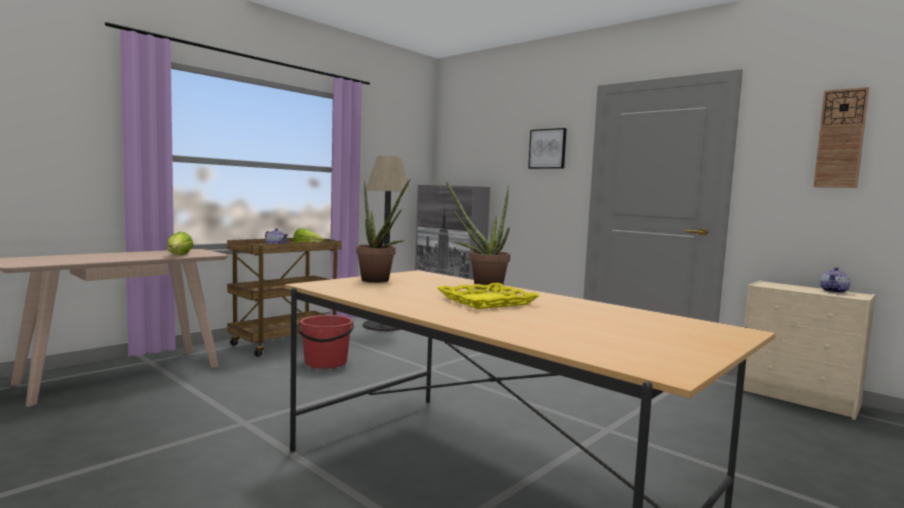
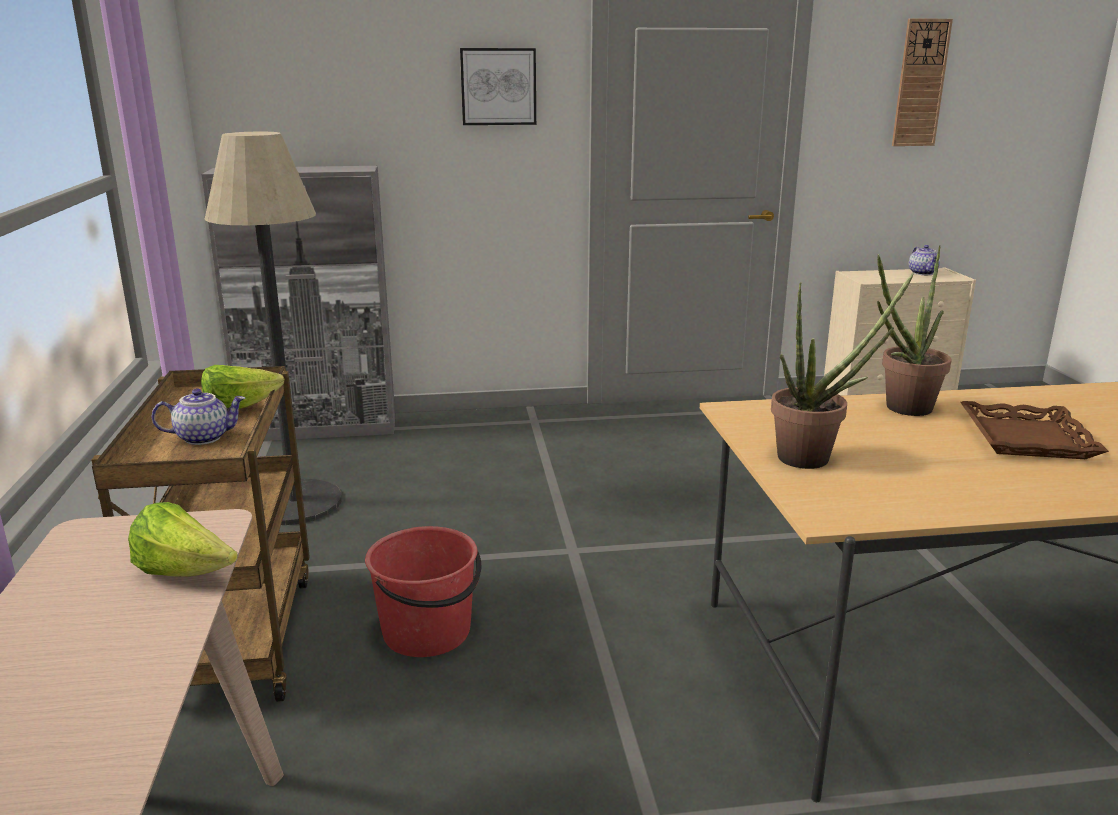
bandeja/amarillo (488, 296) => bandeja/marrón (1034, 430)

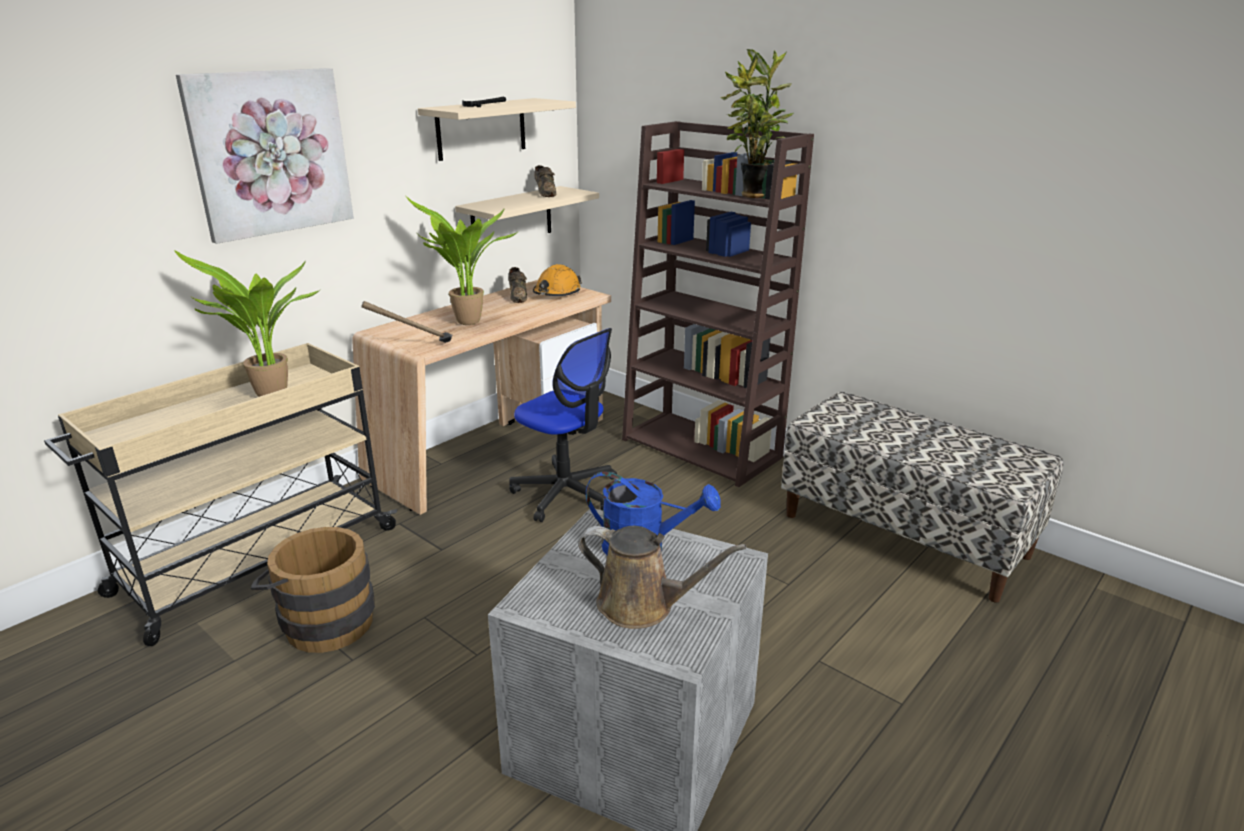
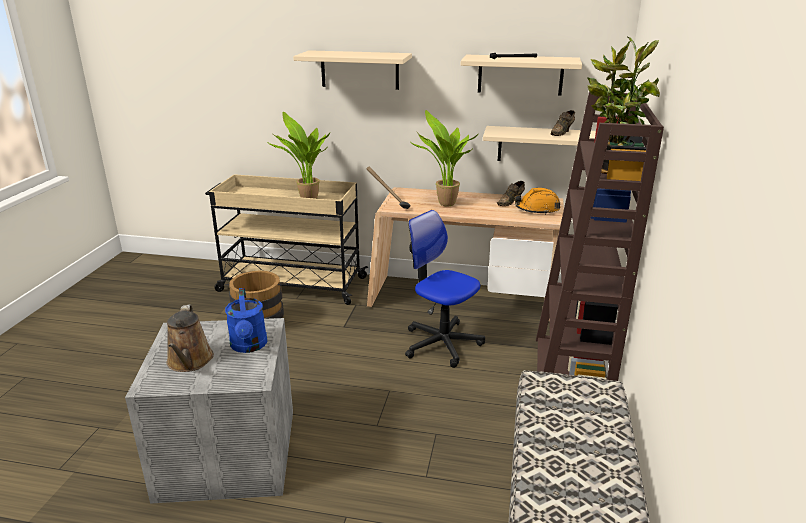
cuadro (265, 156) => estante/beis (352, 70)
silla de oficina (563, 425) => silla de oficina (445, 289), 120 degrees clockwise

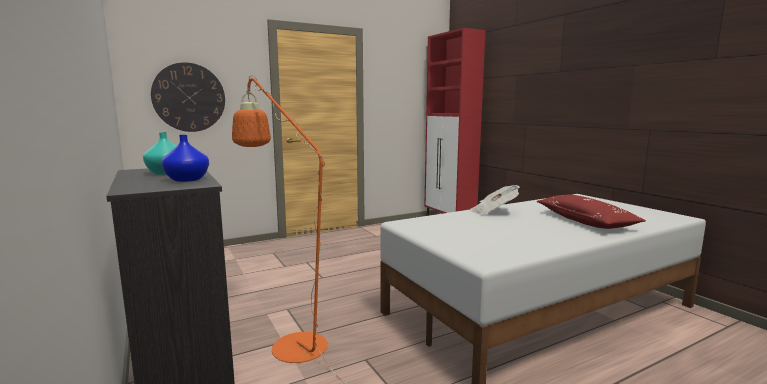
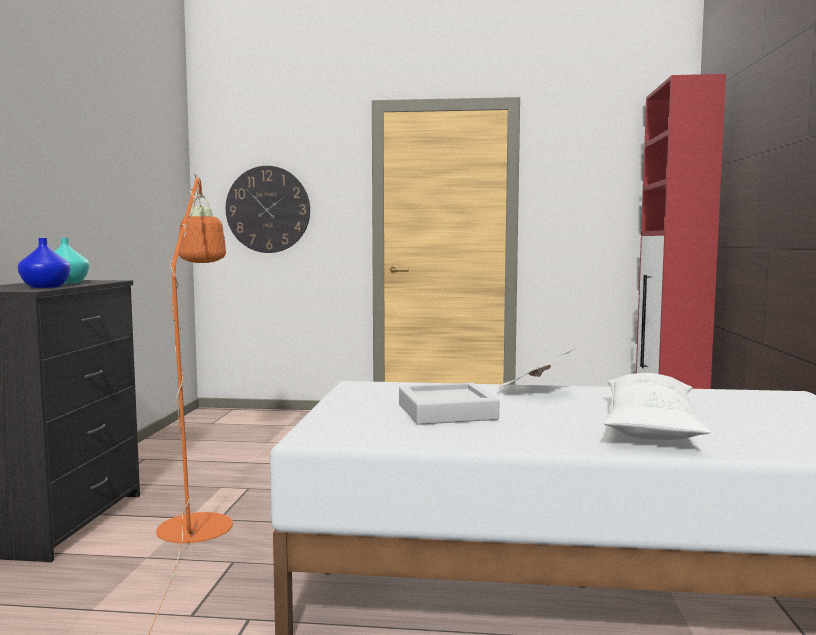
cojín/rojo (591, 212) => cojín/blanco (657, 406)
nothing => bandeja/gris (449, 404)

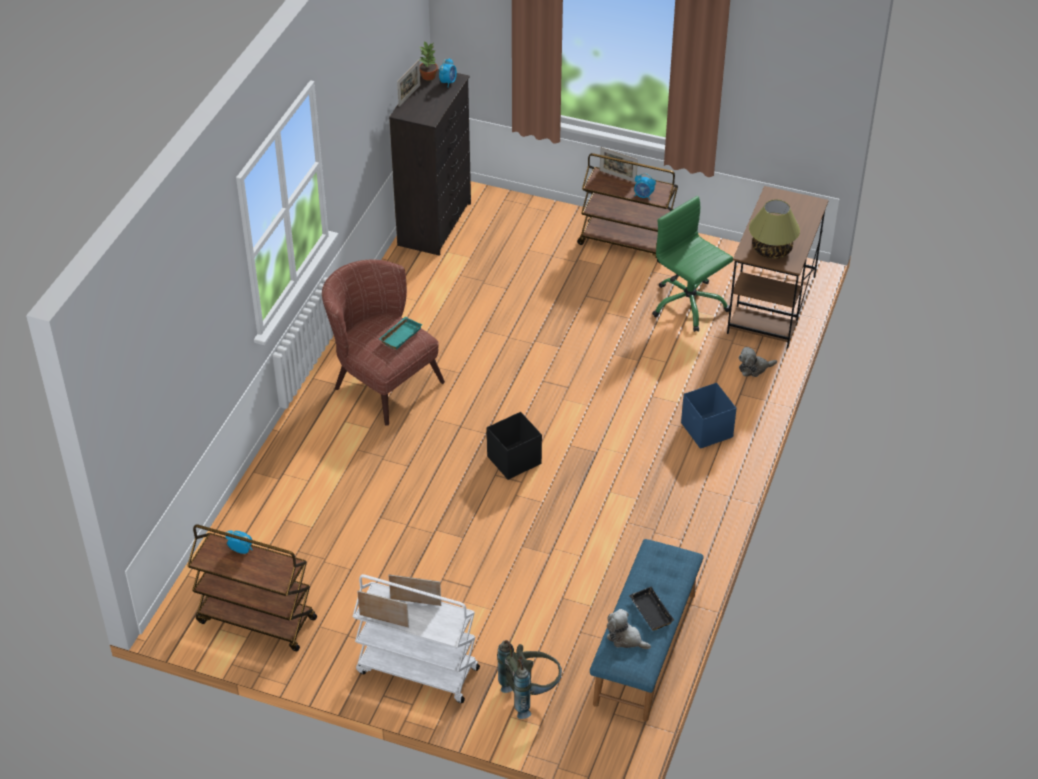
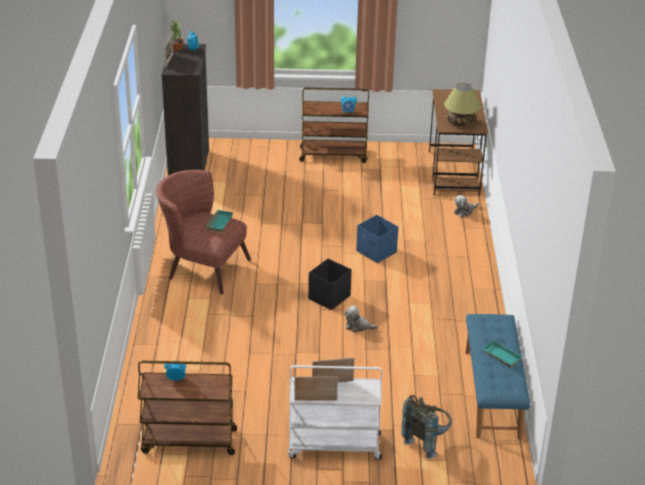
portarretratos (619, 165) => nothing
silla de oficina/verde (692, 264) => nothing
caja de almacenaje/azul (709, 416) => caja de almacenaje/azul (377, 239), relocated
bandeja/negro (651, 609) => bandeja/turquesa (502, 353)
peluche (629, 629) => peluche (361, 318), relocated

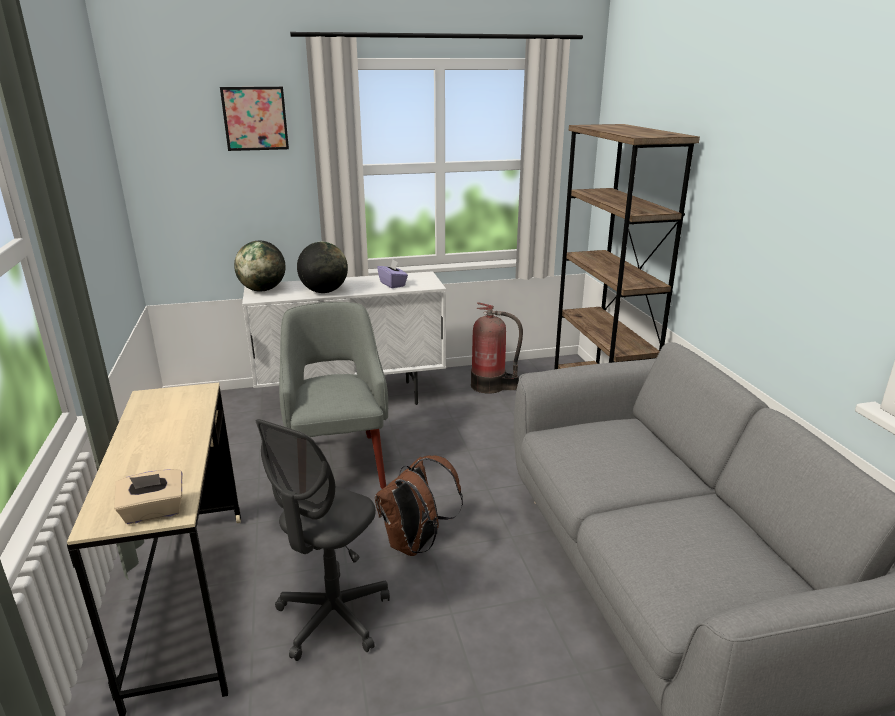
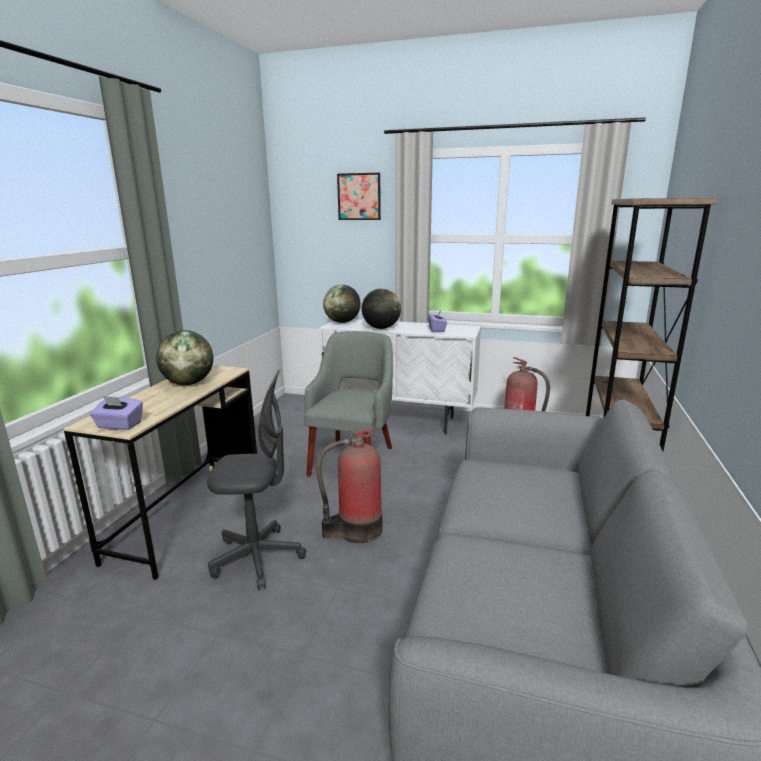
silla de oficina/gris (323, 540) => silla de oficina/gris (256, 480), 150 degrees counterclockwise
mochila/marrón (419, 505) => extintor (349, 485)
caja de pañuelos/beis (148, 496) => caja de pañuelos/morado (116, 413)
nothing => globo terráqueo (184, 357)

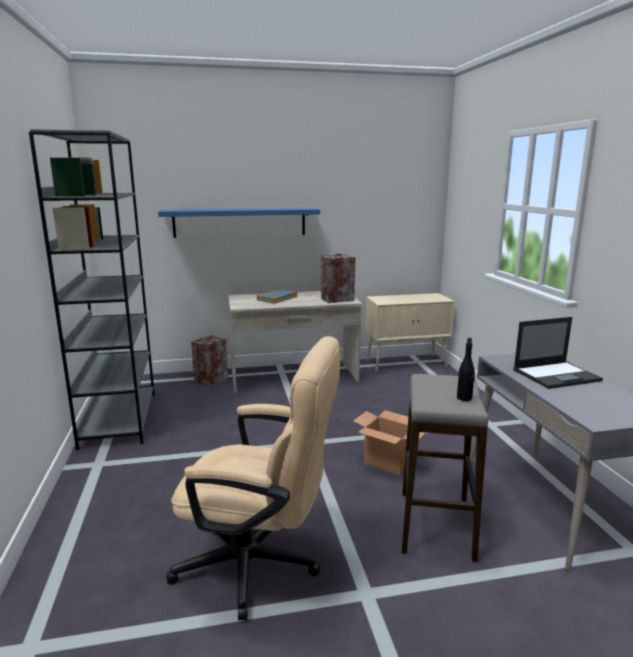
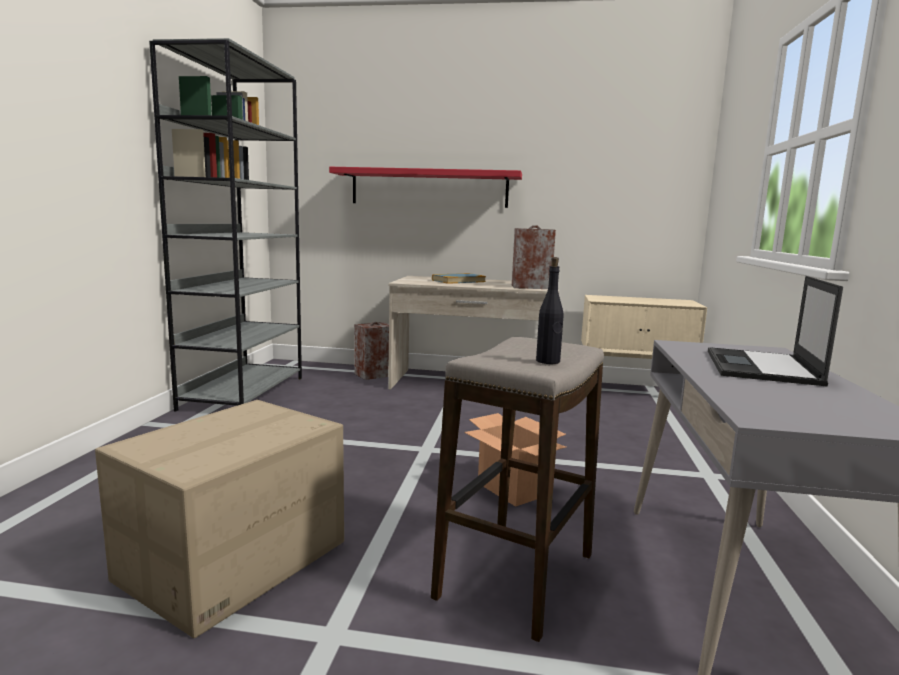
estante/azul (239, 223) => estante/rojo (425, 187)
portátil (558, 353) => portátil (775, 331), 105 degrees clockwise
silla de oficina/beis (253, 478) => caja de cartón (219, 519)

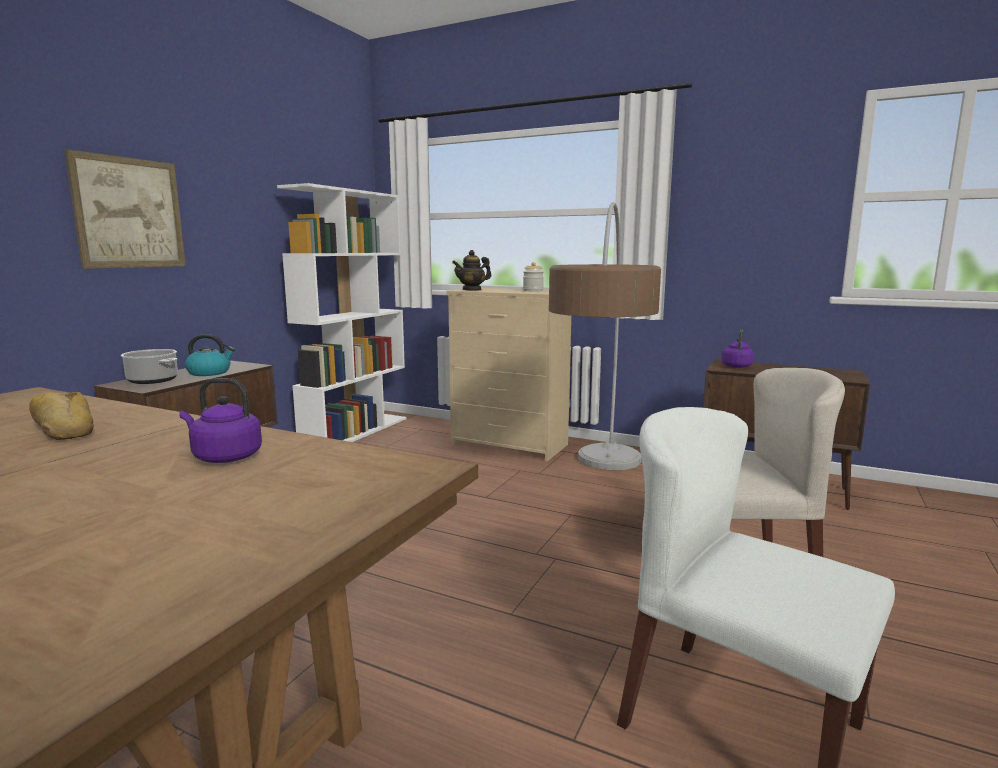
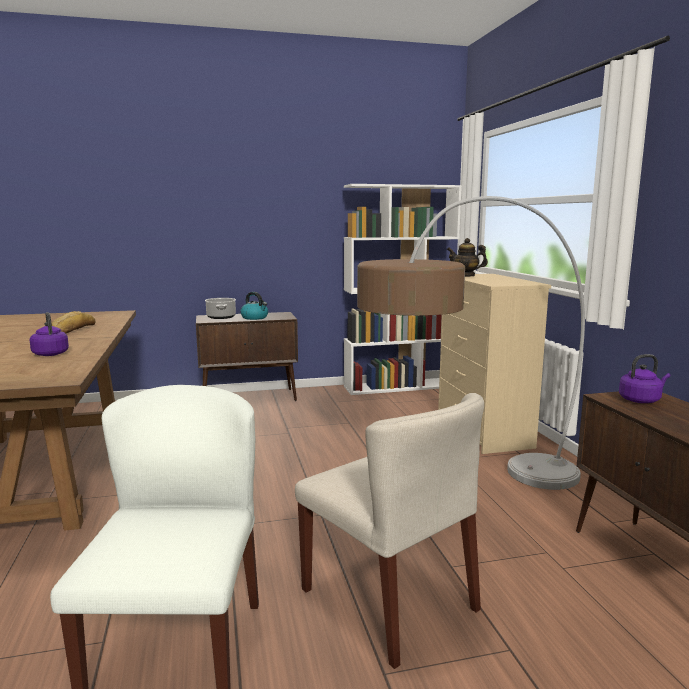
cuadro (125, 209) => nothing
tarro (533, 276) => nothing

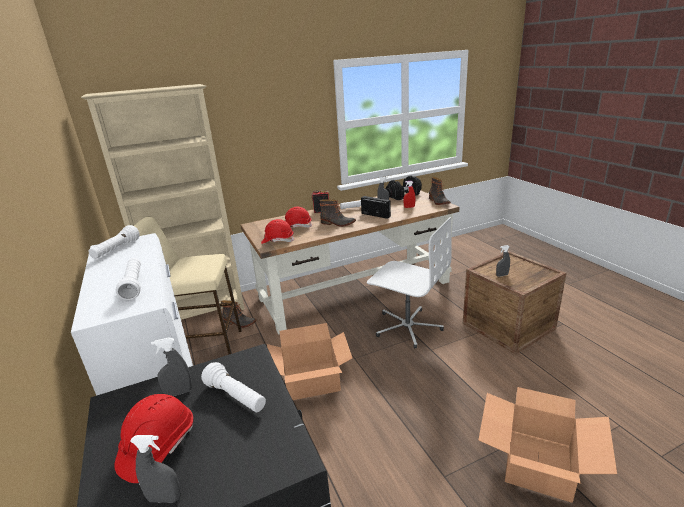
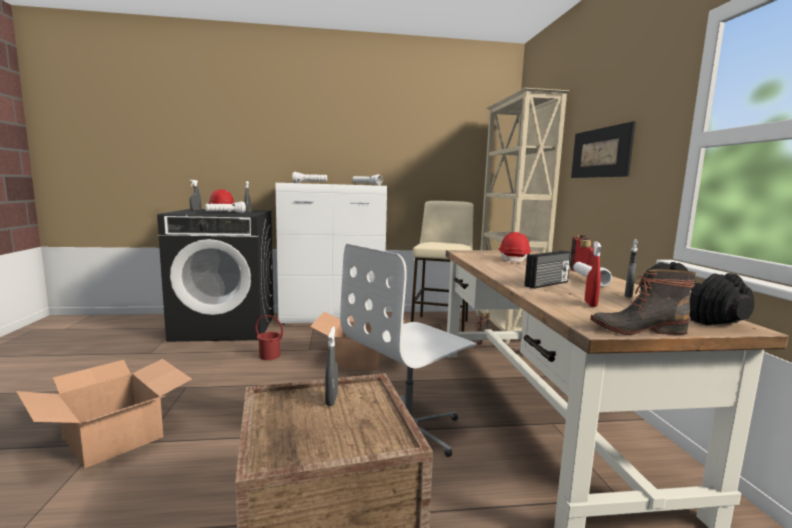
bota (338, 213) => nothing
casco/rojo (278, 231) => nothing
nothing => cuadro (603, 149)
nothing => cubo/rojo (269, 337)

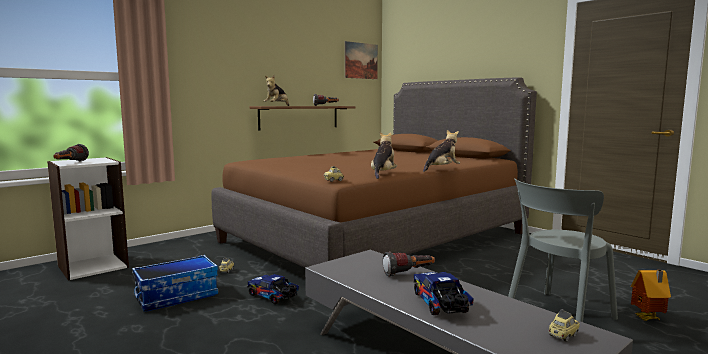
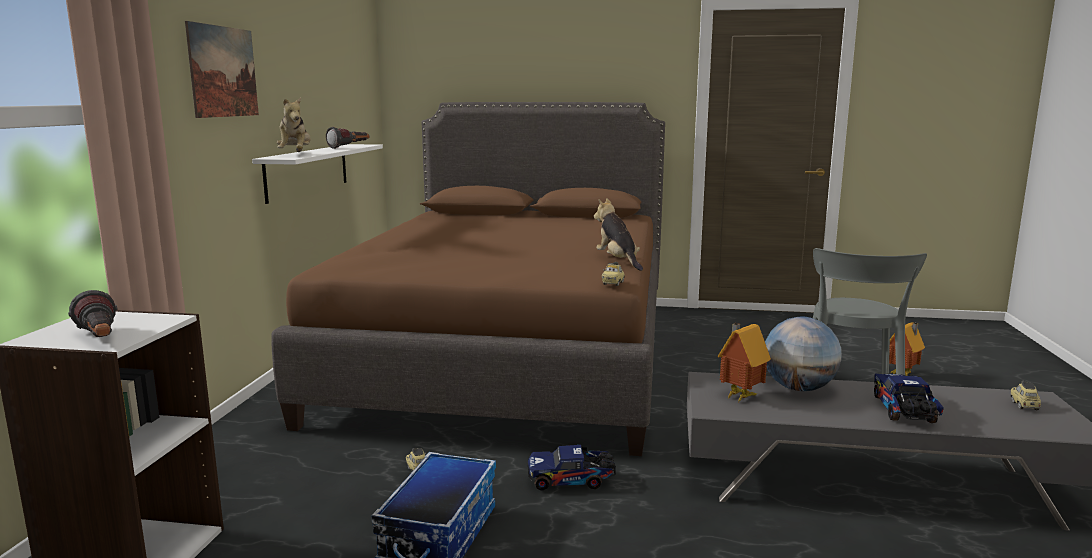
cuadro (361, 60) => cuadro (222, 69), relocated
estante/marrón (302, 118) => estante/blanco (317, 174)
peluche (441, 151) => nothing
linterna (409, 264) => globo terráqueo (803, 354)
camión de juguete (444, 293) => camión de juguete (909, 398), 60 degrees clockwise
nothing => casita (744, 362)

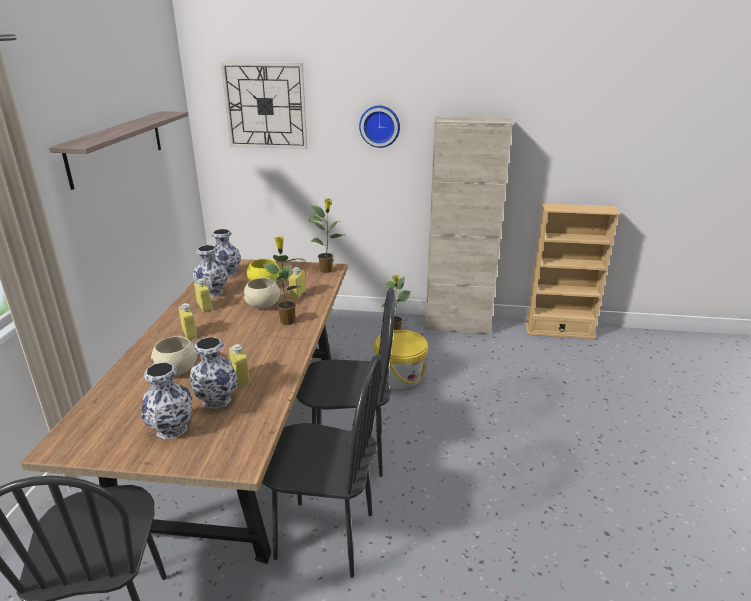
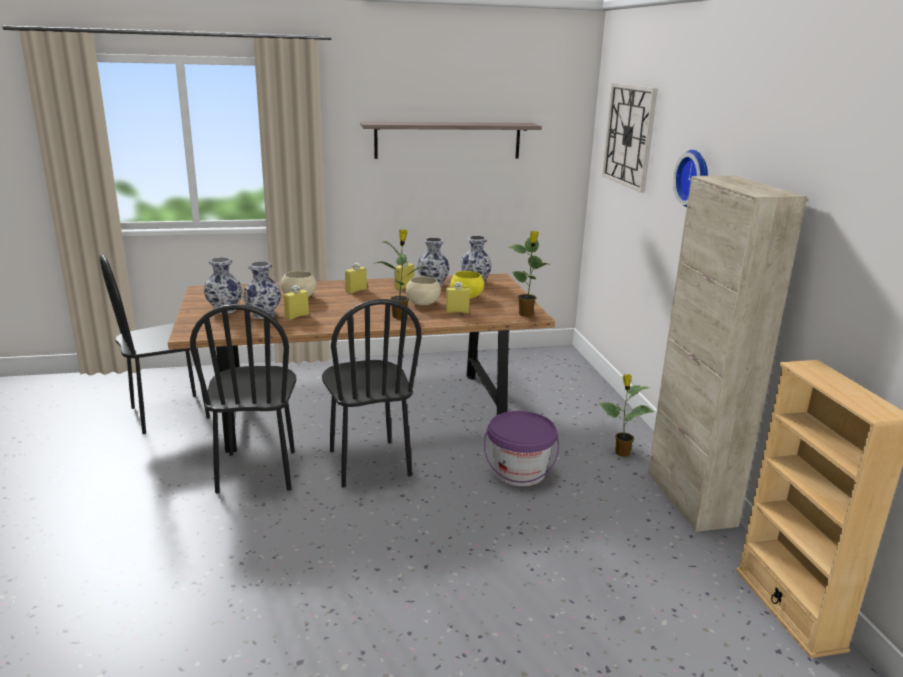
cubo/amarillo (401, 359) => cubo/morado (521, 448)

